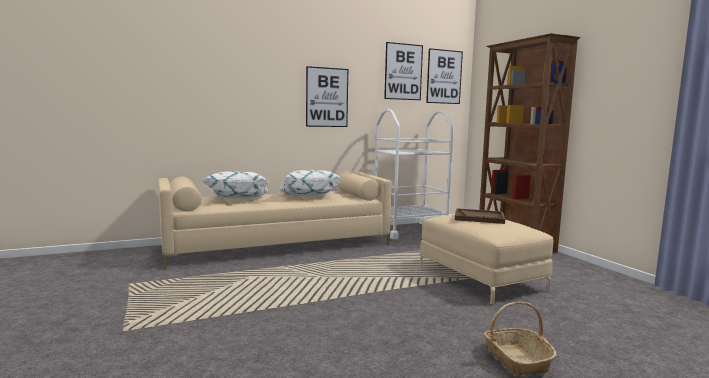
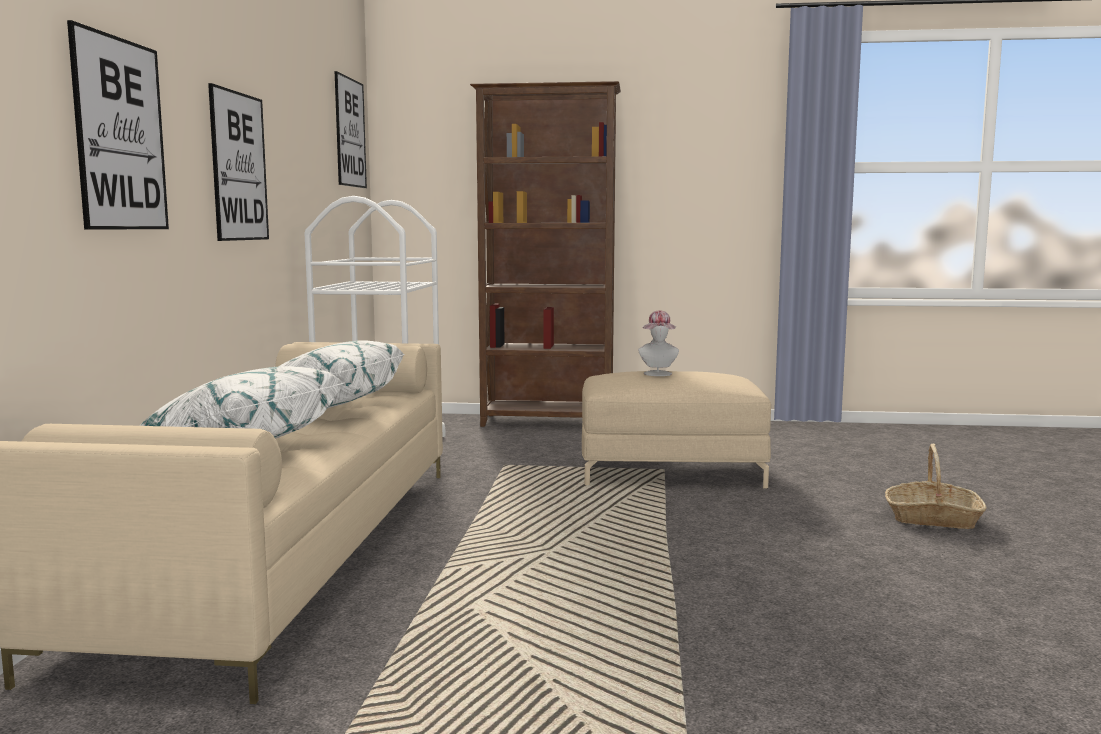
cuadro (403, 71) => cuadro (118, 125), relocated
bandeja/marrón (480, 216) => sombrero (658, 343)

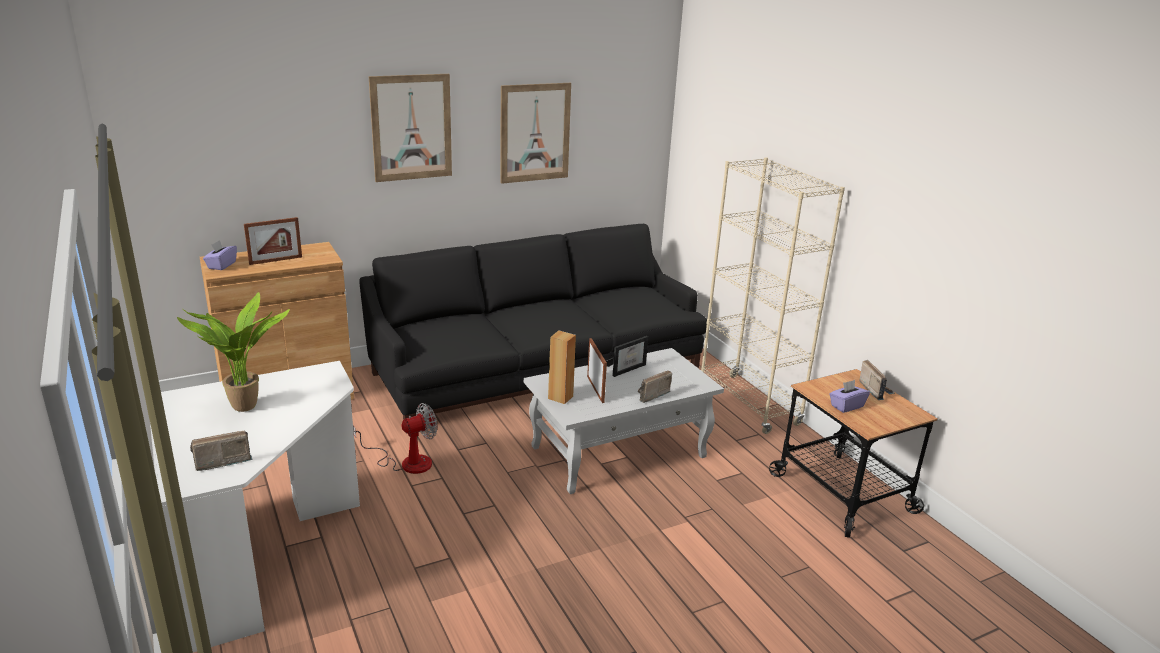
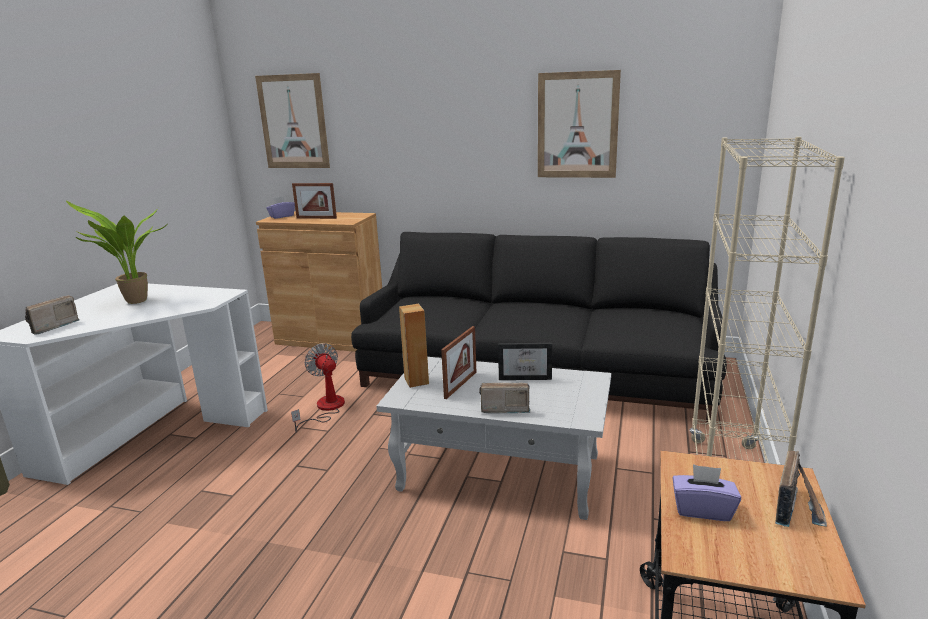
cuadro (410, 128) => cuadro (292, 120), relocated
ventilador (395, 438) => ventilador (318, 387), 135 degrees counterclockwise
radio (221, 450) => radio (52, 315), 75 degrees counterclockwise

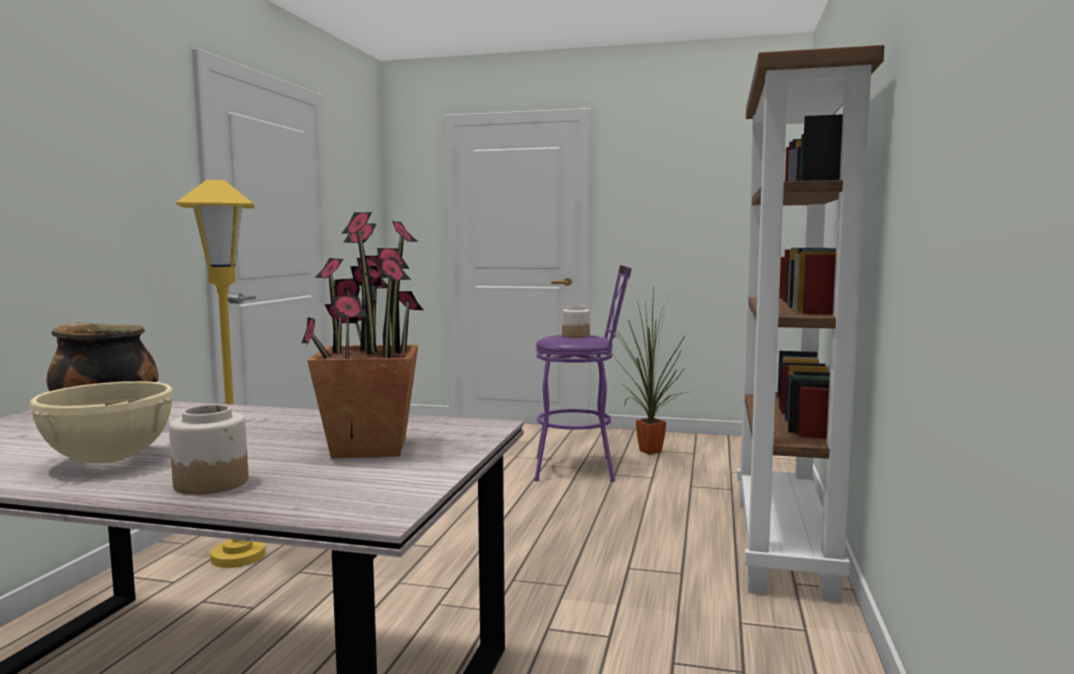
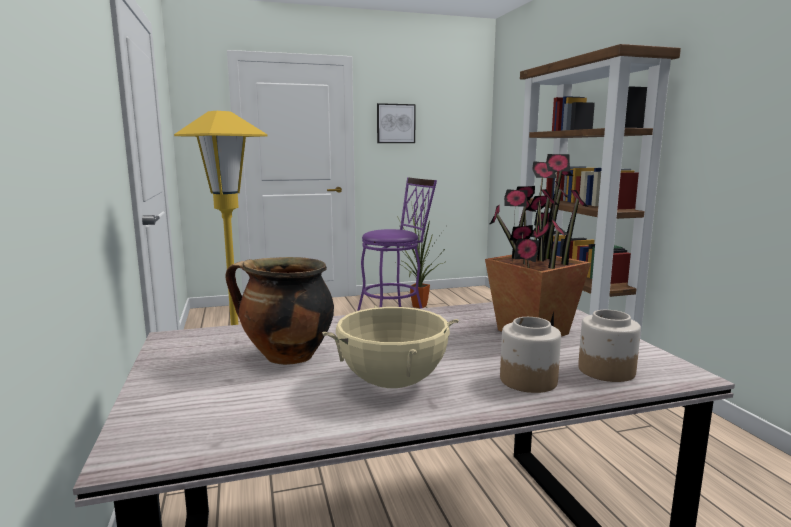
tarro (576, 321) => tarro (609, 346), relocated
nothing => cuadro (396, 123)

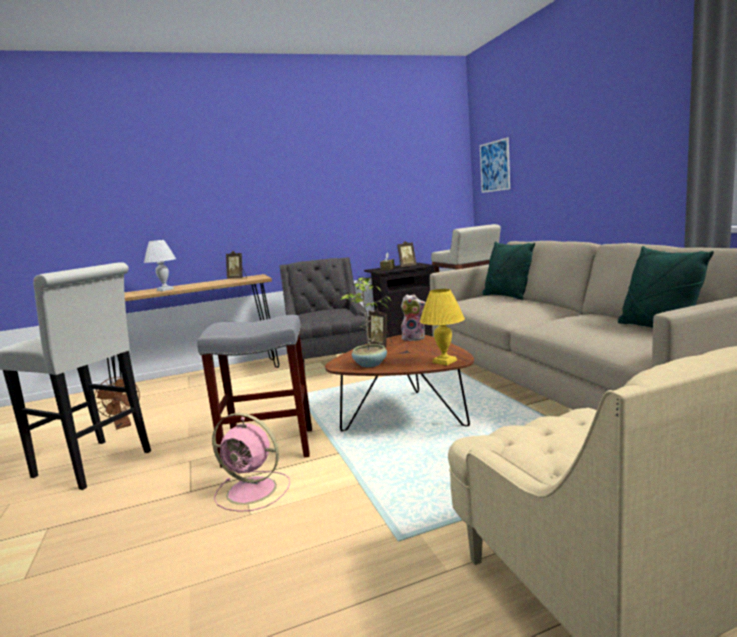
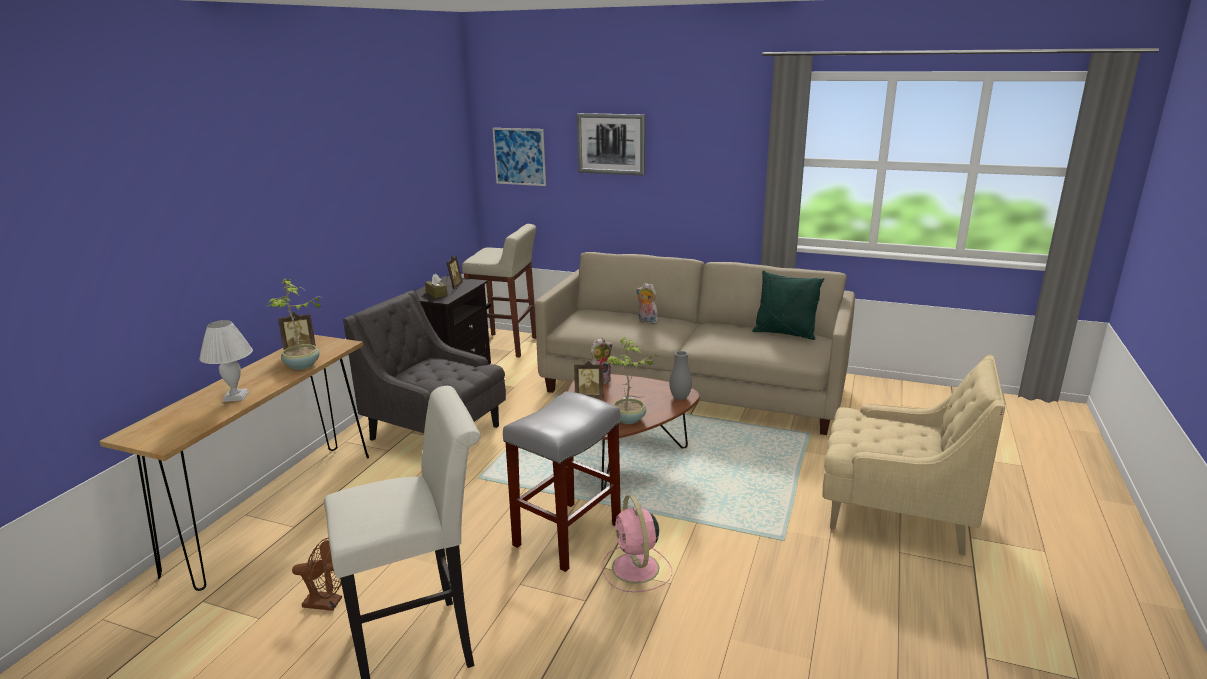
cojín/verde (508, 270) => nothing
lámpara de mesa/amarillo (442, 327) => florero/gris (680, 375)
ventilador/rosa (251, 462) => ventilador/rosa (637, 543), 105 degrees clockwise
nothing => cuadro (611, 144)
nothing => planta en maceta (295, 324)
nothing => peluche (647, 303)

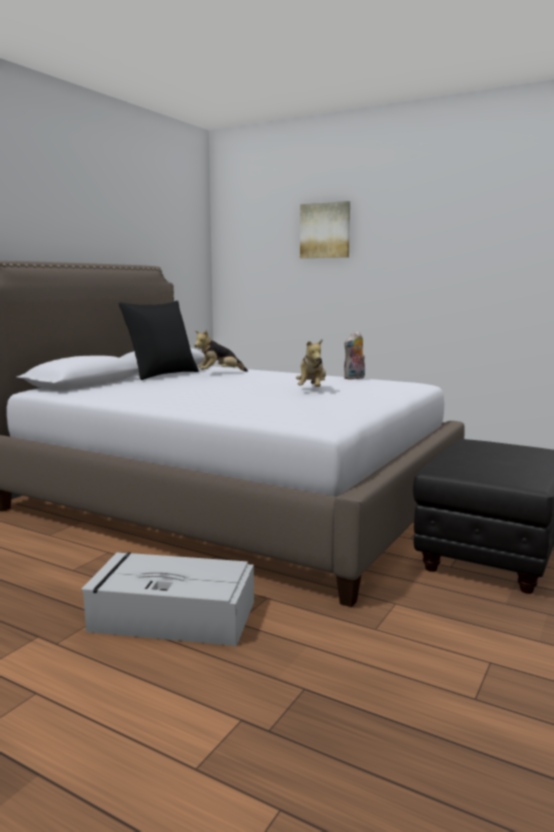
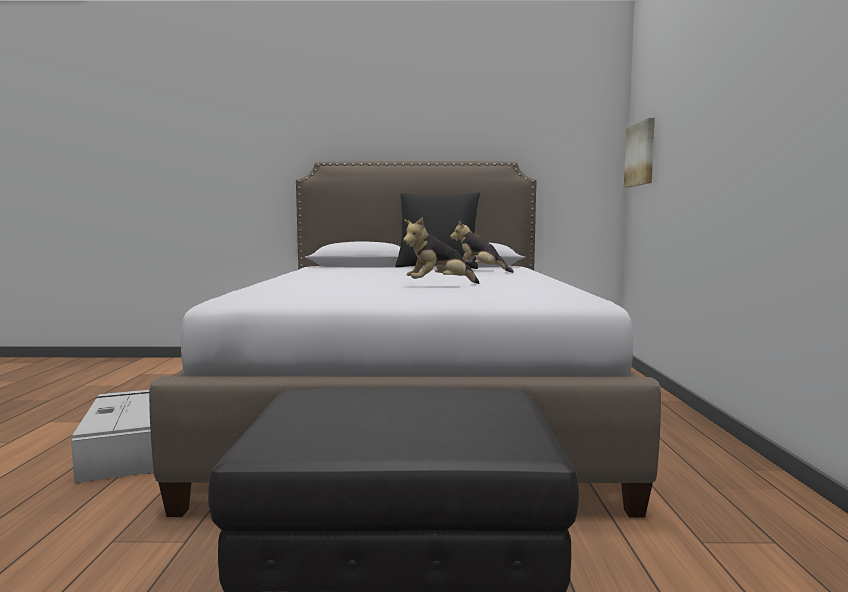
cuadro (325, 229) => cuadro (639, 152), relocated
peluche (354, 355) => nothing

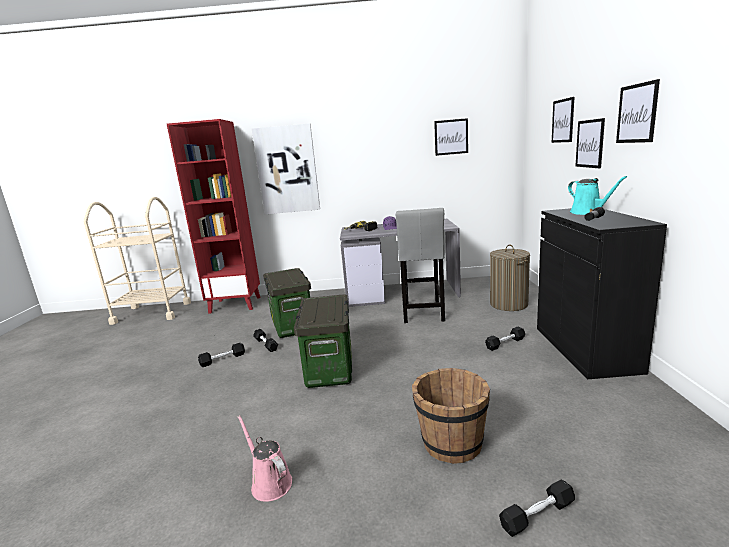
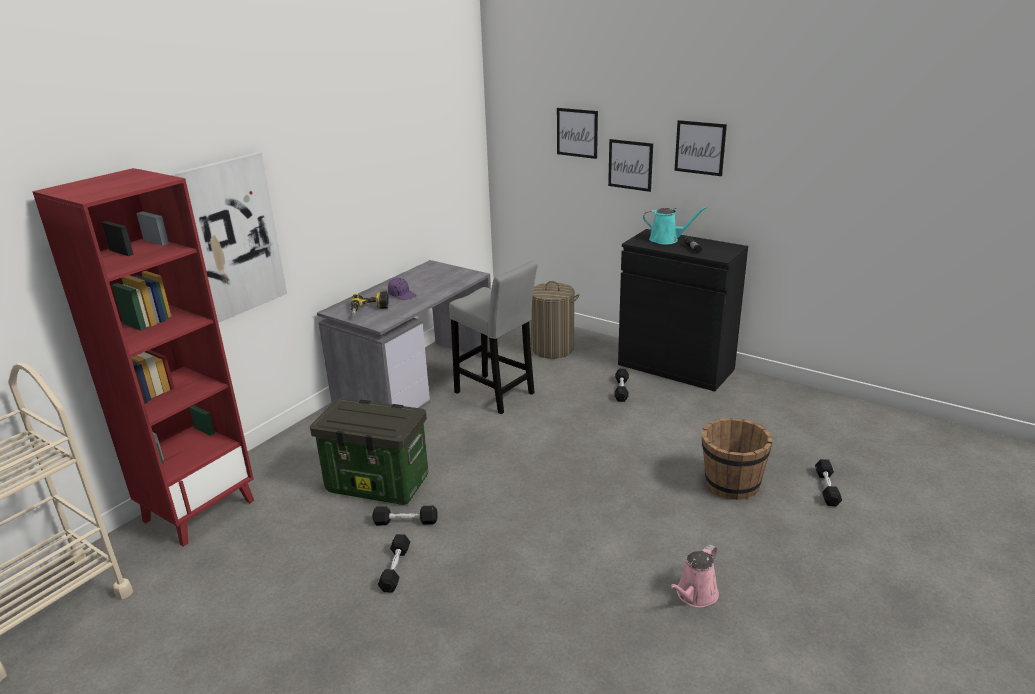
cuadro (451, 137) => nothing
caja de almacenaje (323, 341) => nothing
regadera/rosa (265, 458) => regadera/rosa (694, 576), 45 degrees counterclockwise

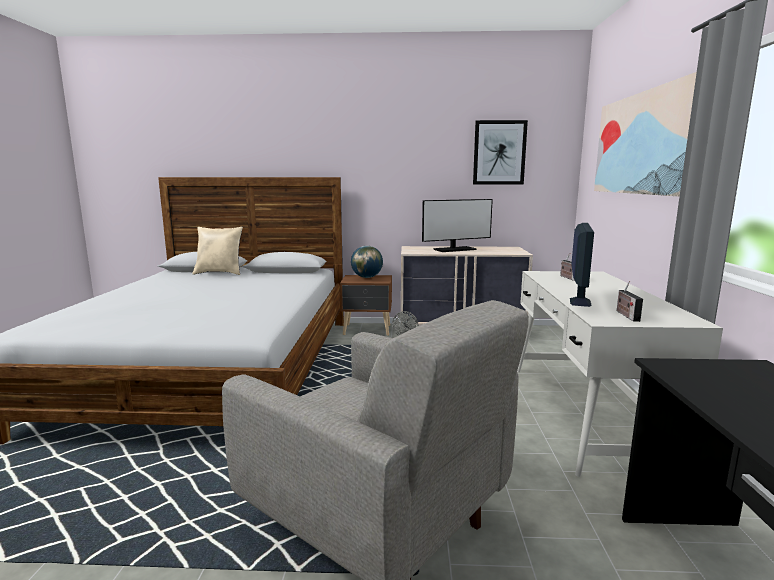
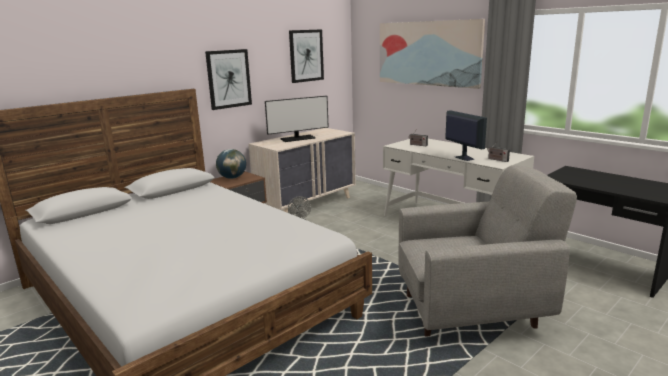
monitor (457, 225) => monitor (297, 119), 45 degrees clockwise
cojín/beis (217, 251) => nothing
nothing => cuadro (228, 79)

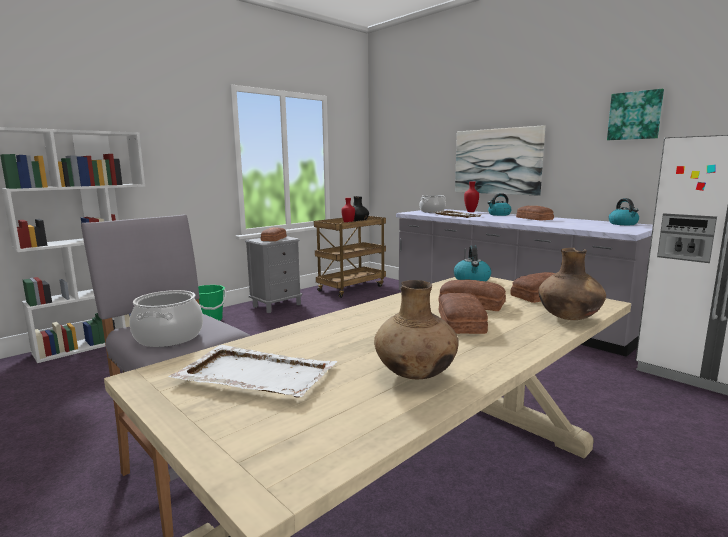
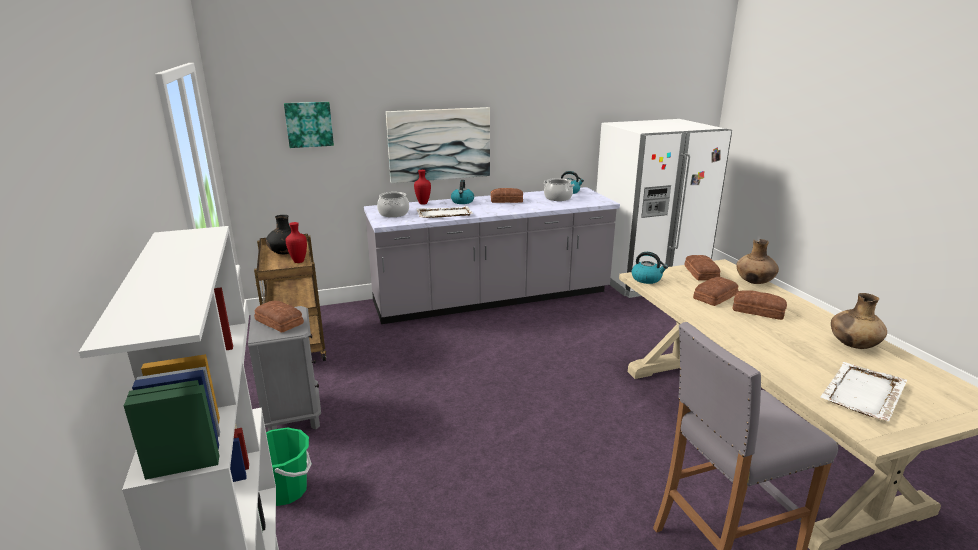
cuadro (635, 114) => cuadro (309, 125), relocated
olla (166, 318) => olla (559, 189), relocated

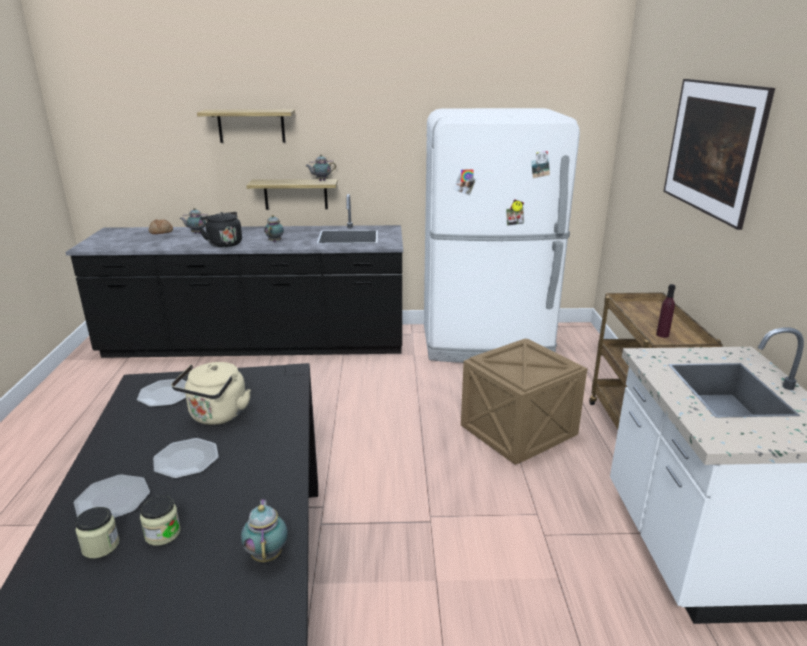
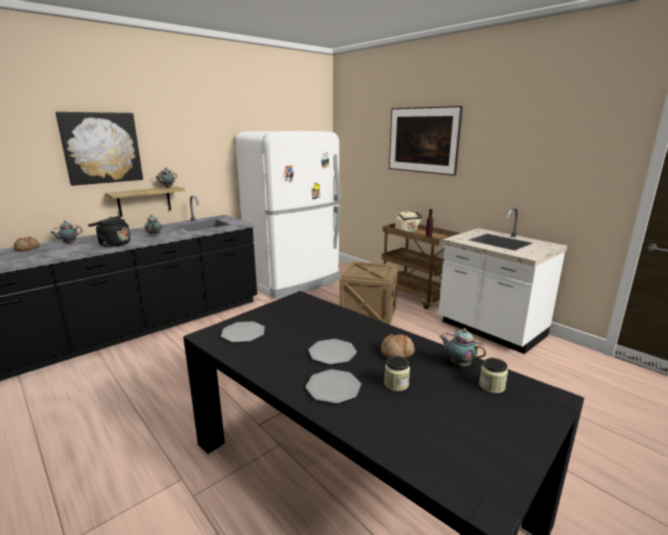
estante (246, 126) => cuadro (99, 149)
hervidor/beis (211, 393) => hervidor/beis (408, 222), relocated
tarro (97, 532) => tarro (493, 375), relocated
nothing => pan (398, 346)

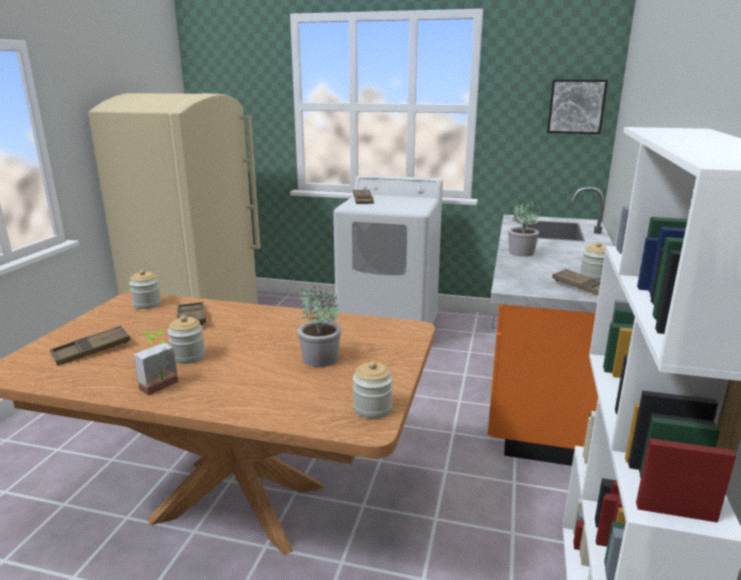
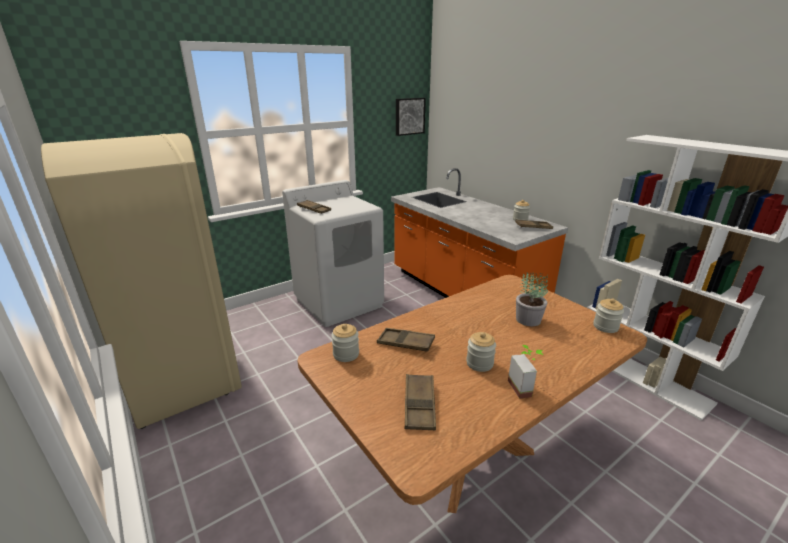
planta en maceta (524, 229) => nothing

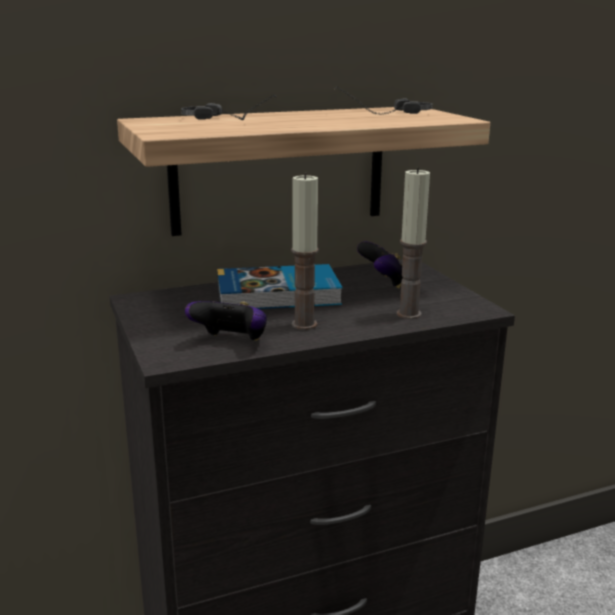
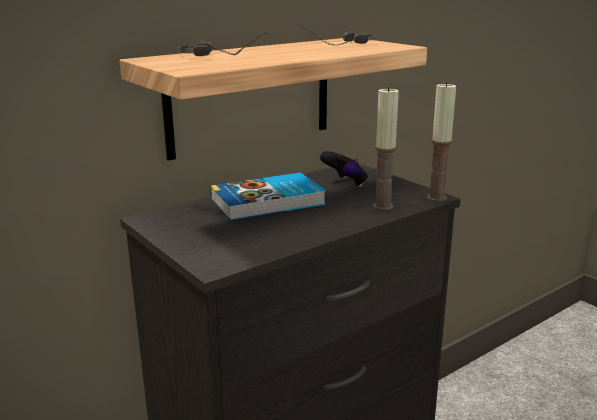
vela (305, 251) => vela (441, 141), relocated
mando de consola (226, 321) => nothing

